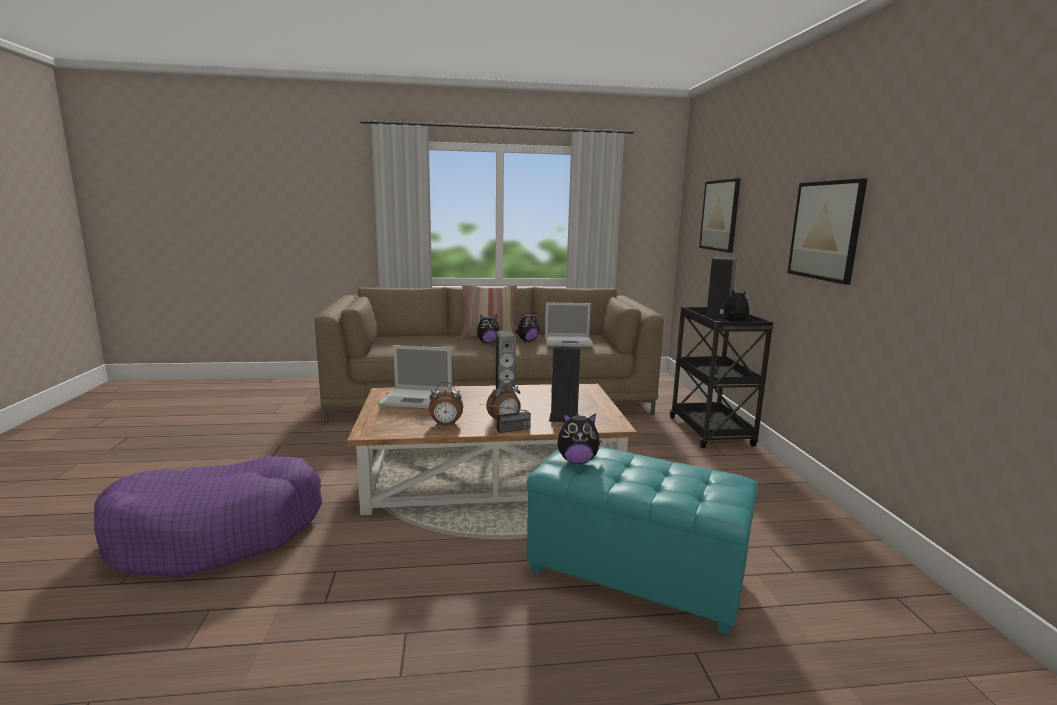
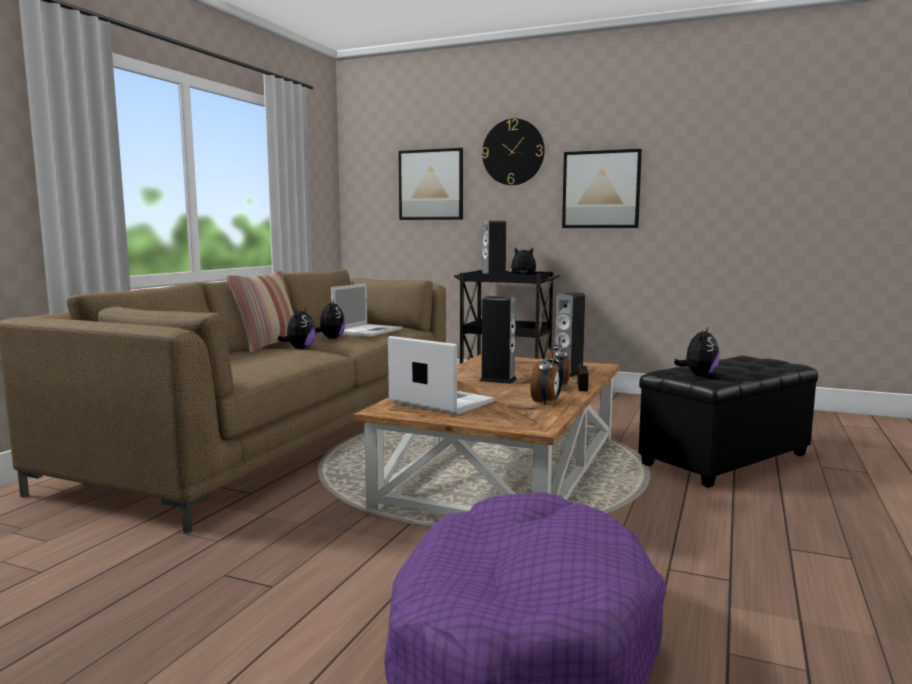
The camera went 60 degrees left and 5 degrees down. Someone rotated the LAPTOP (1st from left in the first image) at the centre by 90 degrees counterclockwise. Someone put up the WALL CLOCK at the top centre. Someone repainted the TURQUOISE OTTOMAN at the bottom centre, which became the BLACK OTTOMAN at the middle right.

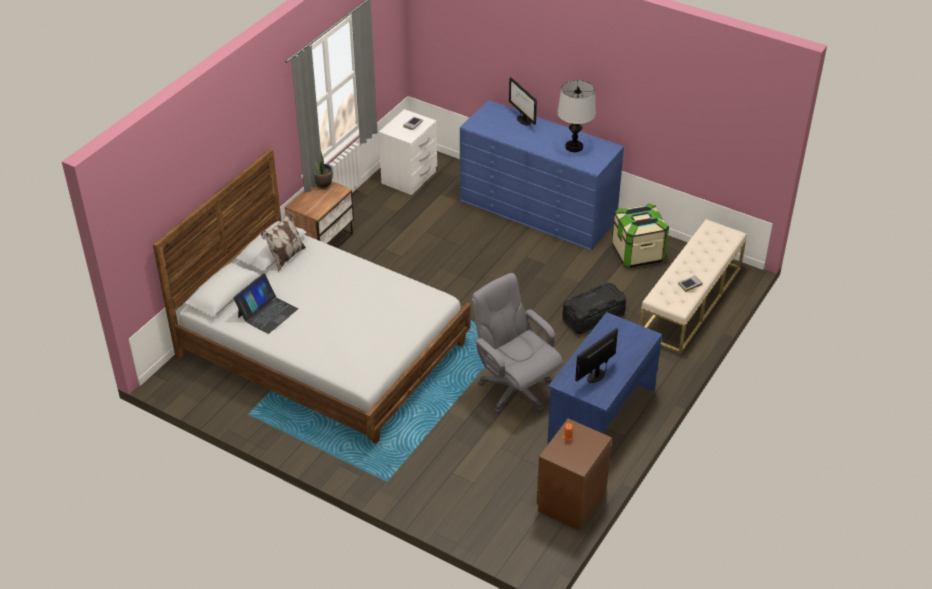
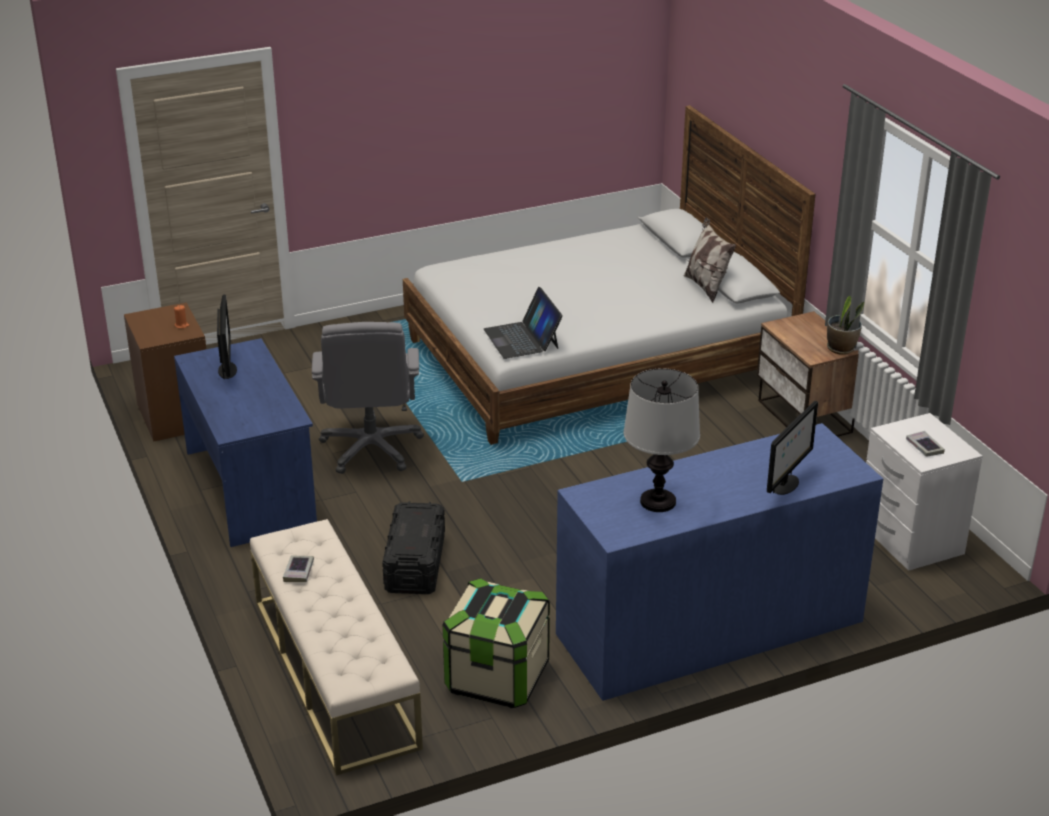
The camera went 125 degrees right and 10 degrees down. Someone rotated the GREY OFFICE CHAIR at the centre by 90 degrees clockwise. Someone carried the LAPTOP from the middle left to the centre. Someone rotated the MONITOR (1st from left in the first image) at the top centre by 120 degrees clockwise.

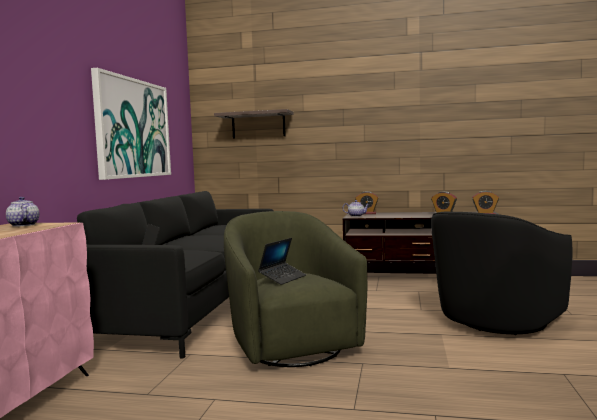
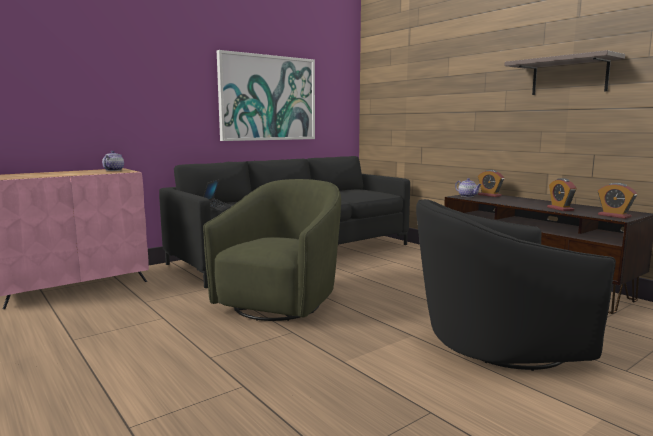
The camera went 40 degrees right and 5 degrees up. Someone carried the SHELF from the top centre to the top right. Someone took away the LAPTOP (2nd from left) at the centre.

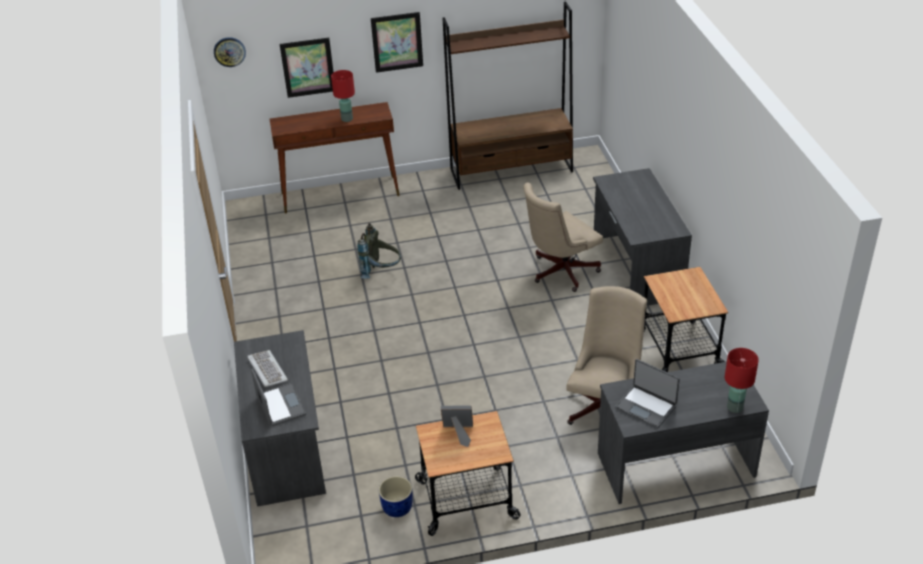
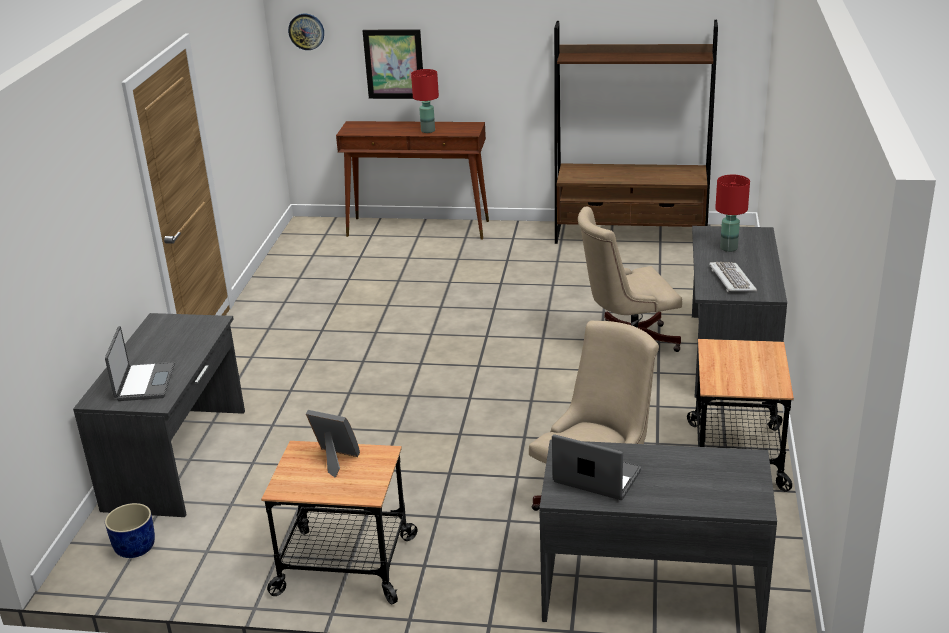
The camera went 20 degrees right and 10 degrees down. Someone carried the BLUE PLANTER from the bottom centre to the bottom left. Someone rotated the LAPTOP (2nd from left) at the bottom right by 150 degrees clockwise. Someone carried the KEYBOARD from the middle left to the middle right. Someone carried the RED TABLE LAMP (2nd from left) from the bottom right to the middle right. Someone took away the GREY BACKPACK at the centre. Someone took away the PICTURE (2nd from left) at the top centre.

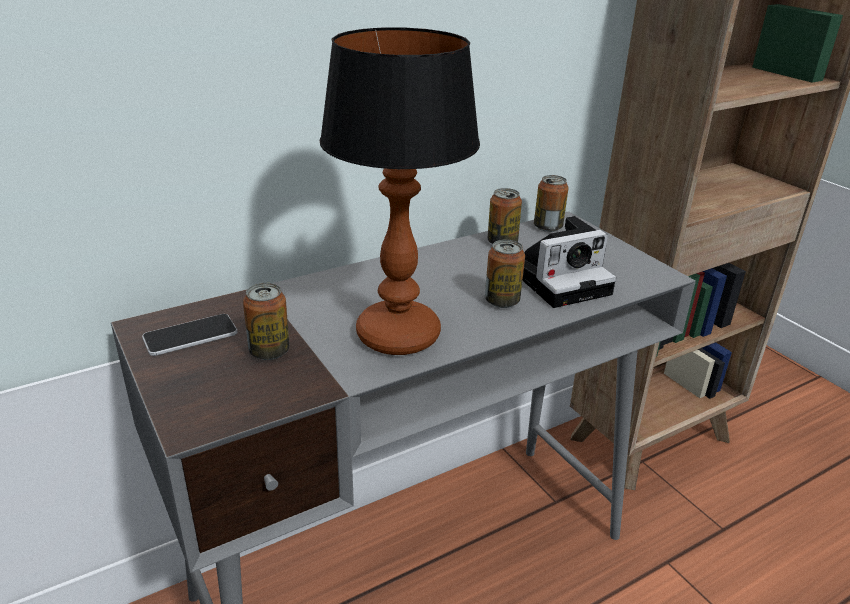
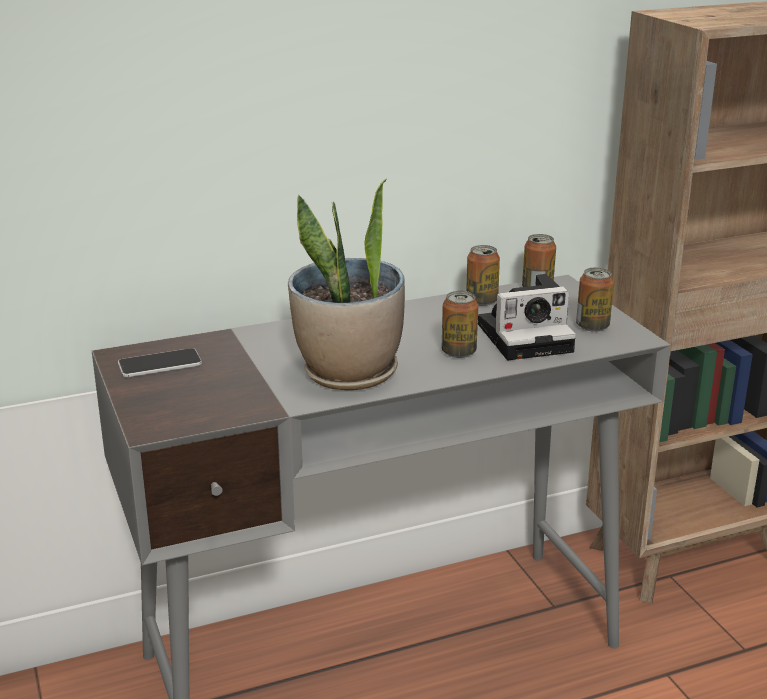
The camera went 10 degrees right and 5 degrees down. Someone swapped the TABLE LAMP at the top centre for the POTTED PLANT at the centre. Someone carried the CAN (1st from left in the first image) from the middle left to the middle right.

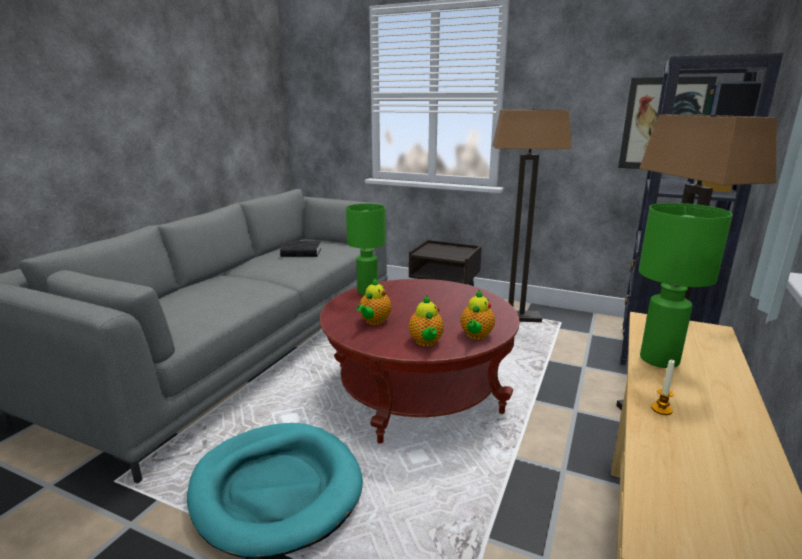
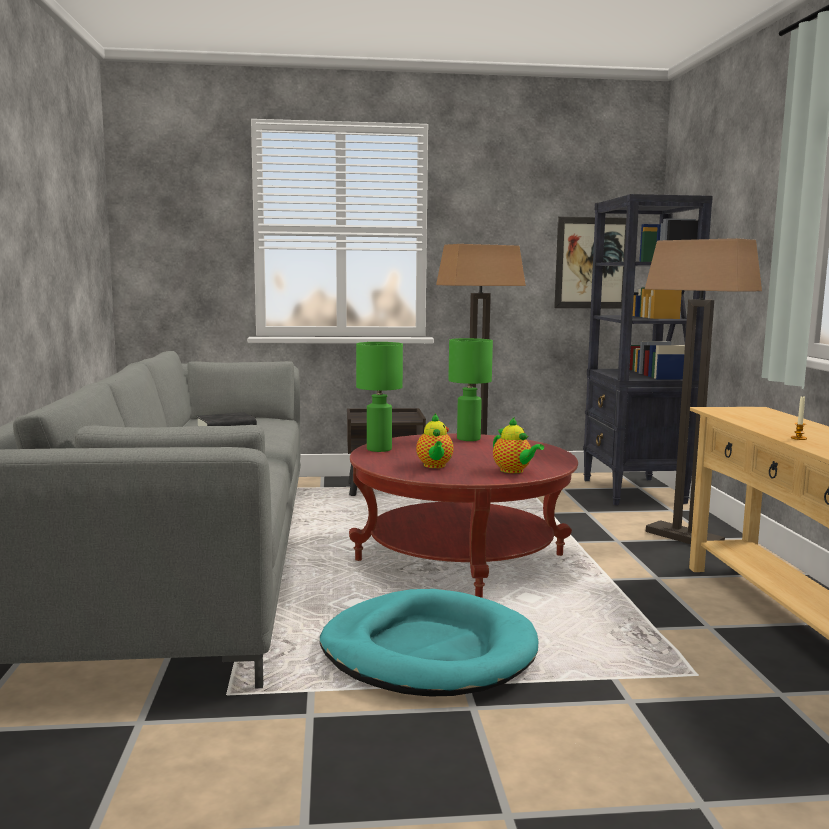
The camera went 30 degrees left and 10 degrees down. Someone carried the GREEN TABLE LAMP (2nd from left) from the middle right to the centre. Someone took away the TEAPOT (3rd from left) at the centre.

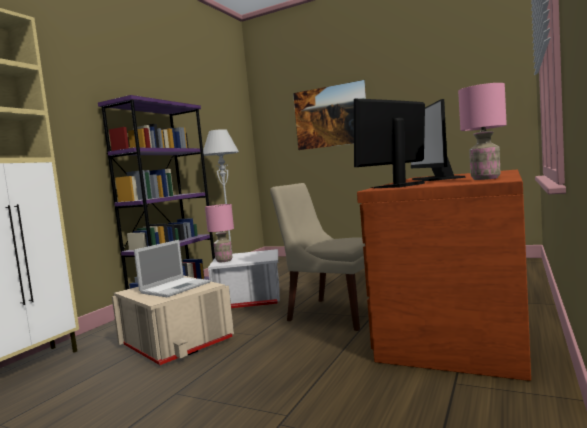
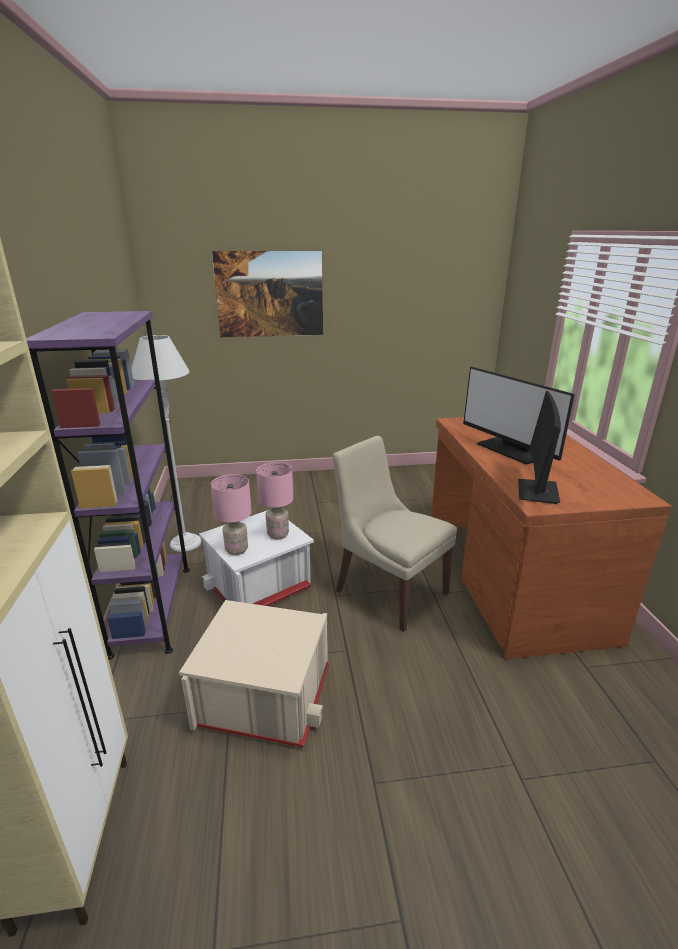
The camera went 35 degrees left and 20 degrees up. Someone carried the PINK TABLE LAMP (2nd from left) from the top right to the centre. Someone rotated the BEIGE CHAIR at the centre by 45 degrees clockwise. Someone took away the LAPTOP at the middle left.

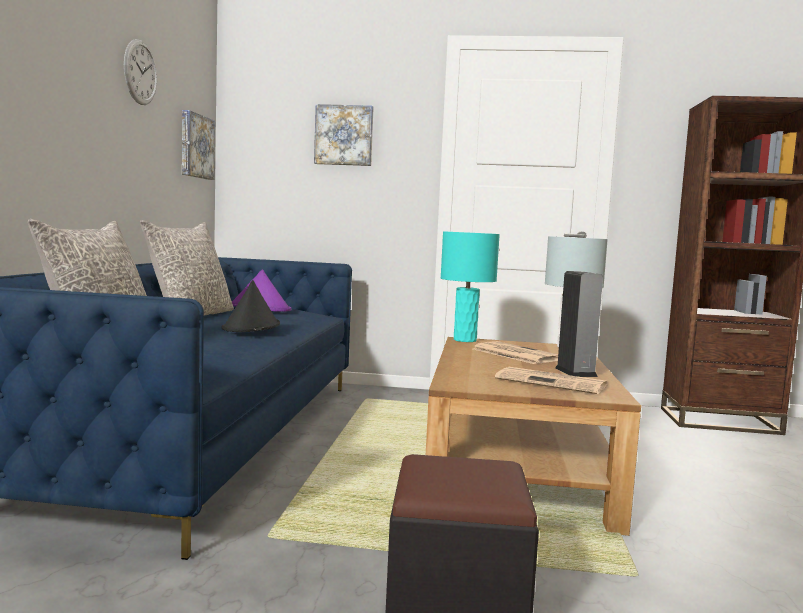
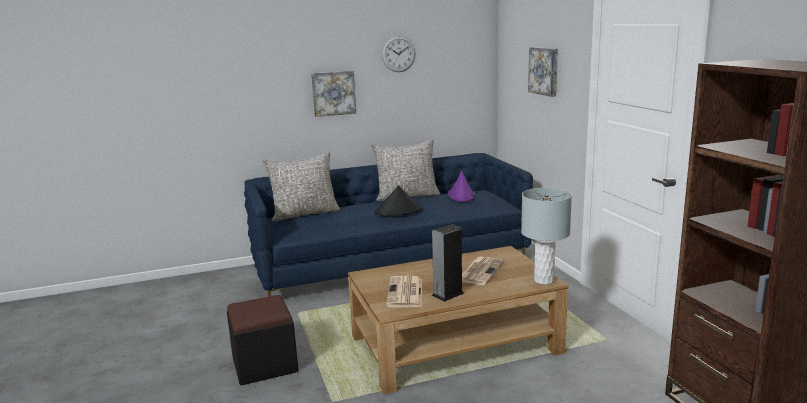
The camera went 65 degrees right and 10 degrees up. Someone carried the PICTURE (1st from left) from the top left to the top centre. Someone took away the TURQUOISE TABLE LAMP at the centre.

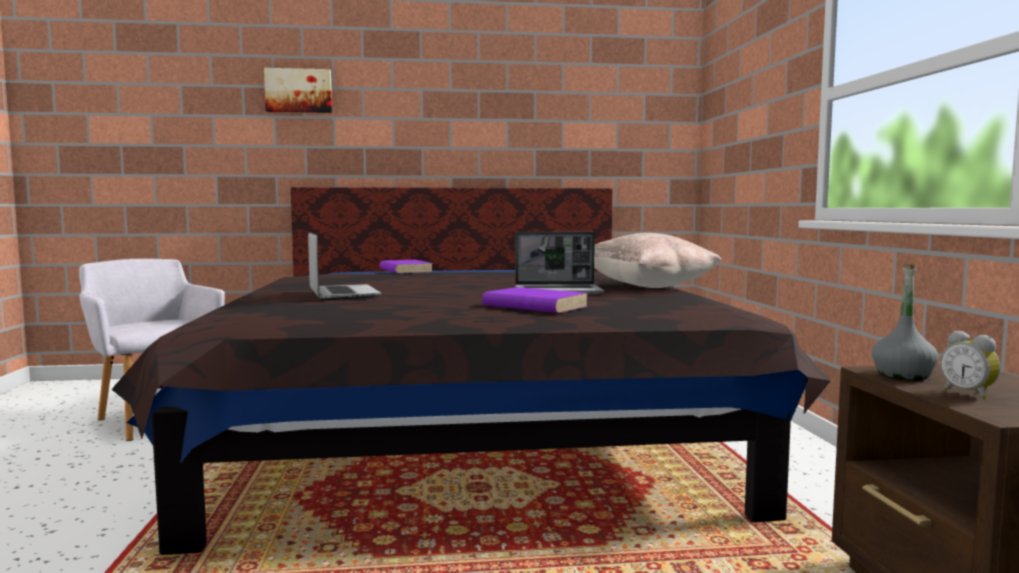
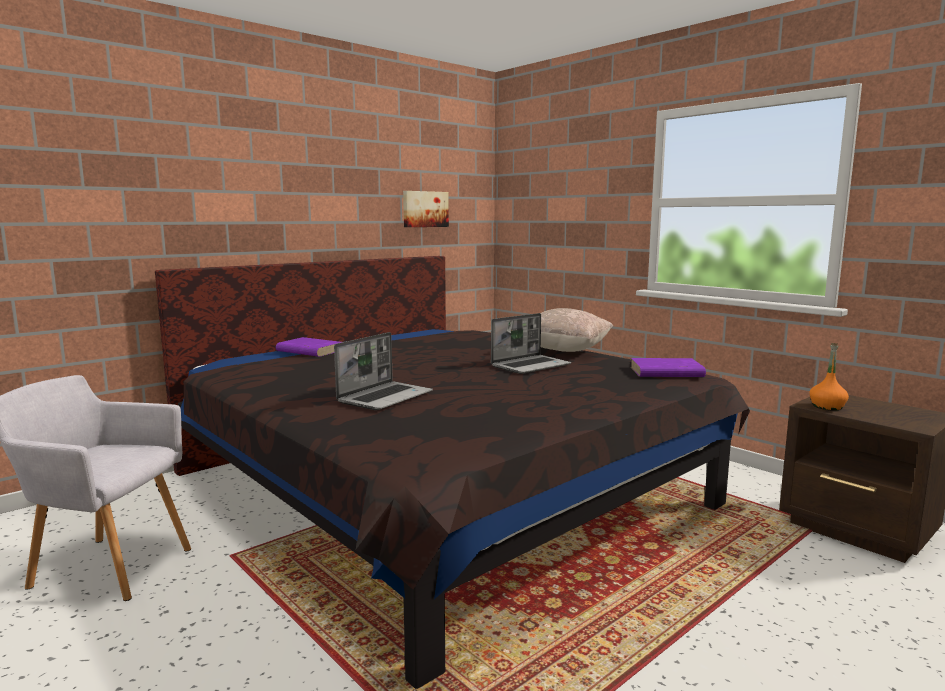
The camera went 35 degrees left and 5 degrees up. Someone rotated the LAPTOP (1st from left) at the centre by 90 degrees clockwise. Someone carried the PICTURE from the top left to the top centre. Someone carried the PURPLE BOOK (2nd from left) from the centre to the middle right. Someone repainted the GREY BOTTLE at the middle right, which became the ORANGE BOTTLE at the middle right. Someone took away the ALARM CLOCK at the middle right.

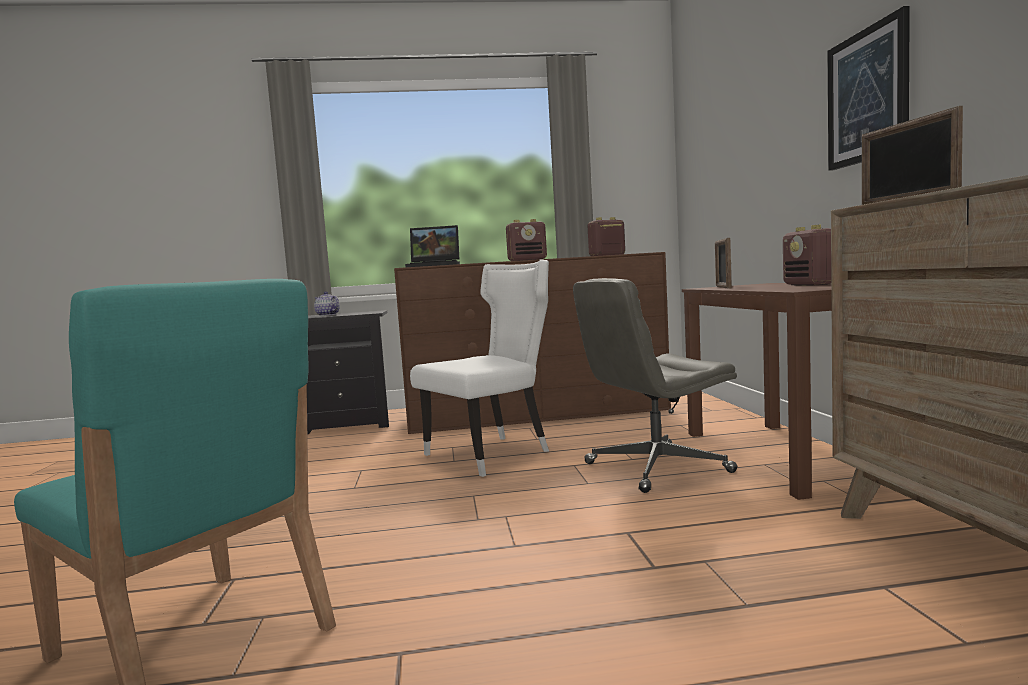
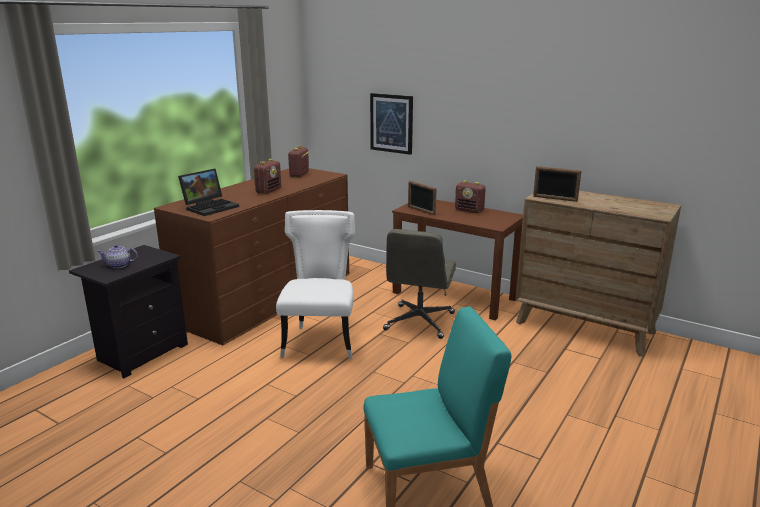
The camera went 50 degrees left and 15 degrees up. Someone carried the PICTURE from the top right to the top centre.

